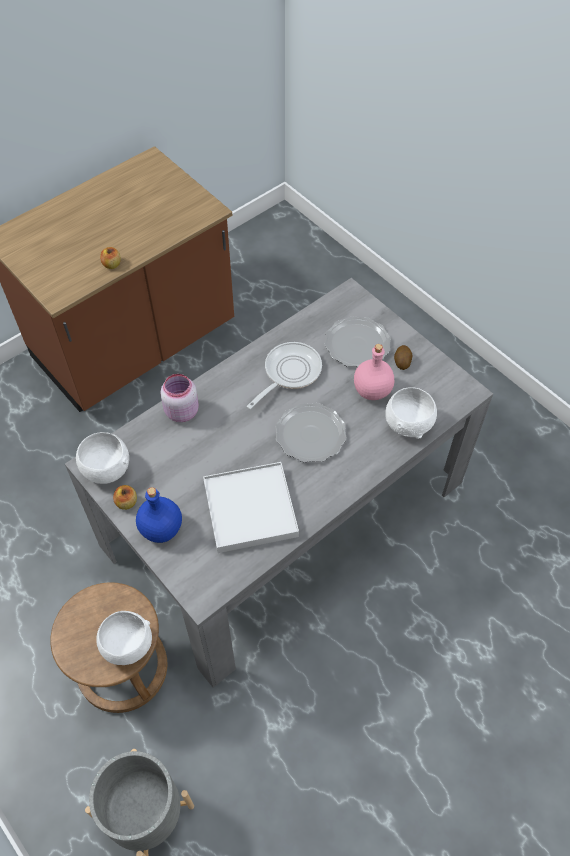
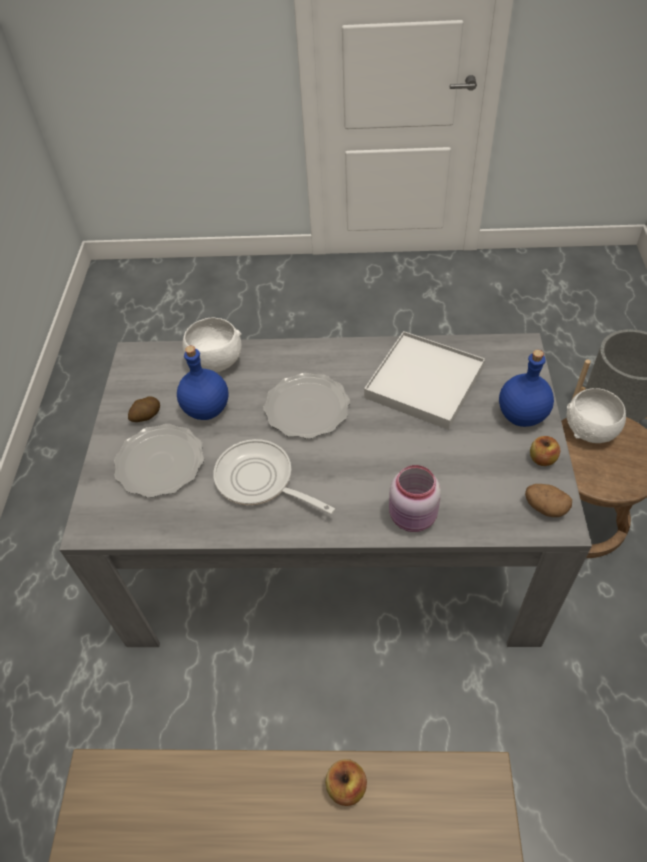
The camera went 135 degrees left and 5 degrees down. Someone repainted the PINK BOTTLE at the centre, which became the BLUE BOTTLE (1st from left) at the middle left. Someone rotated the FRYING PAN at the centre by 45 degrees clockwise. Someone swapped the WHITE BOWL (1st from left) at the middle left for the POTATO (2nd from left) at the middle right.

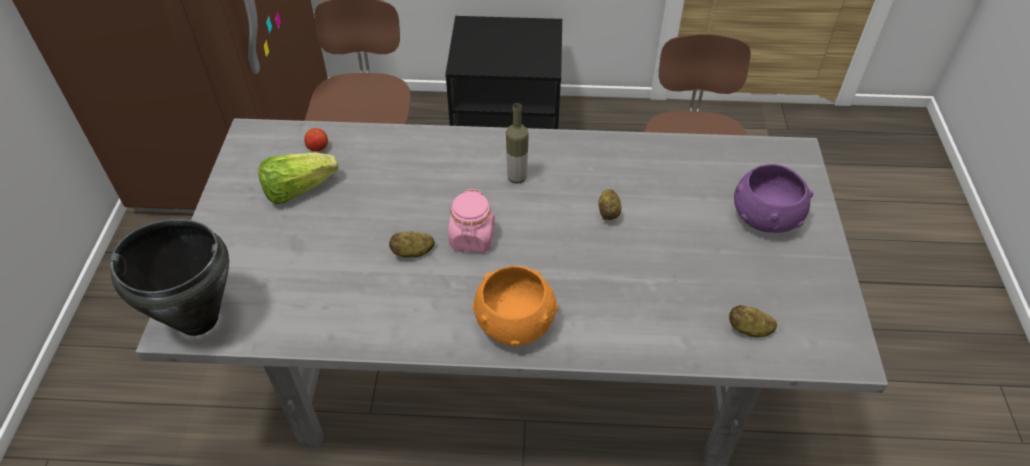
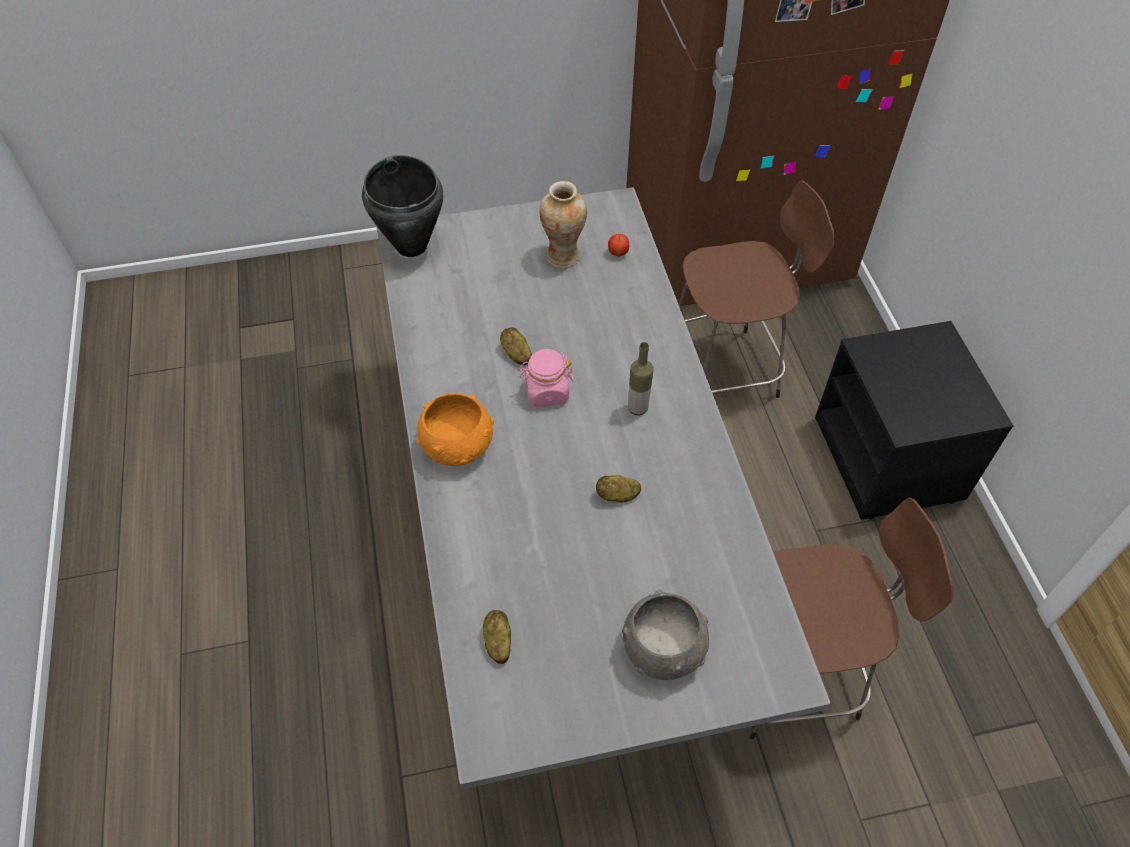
The camera went 75 degrees right and 5 degrees up. Someone swapped the LETTUCE at the middle left for the VASE at the top centre. Someone repainted the PURPLE BOWL at the middle right, which became the GREY BOWL at the bottom centre.

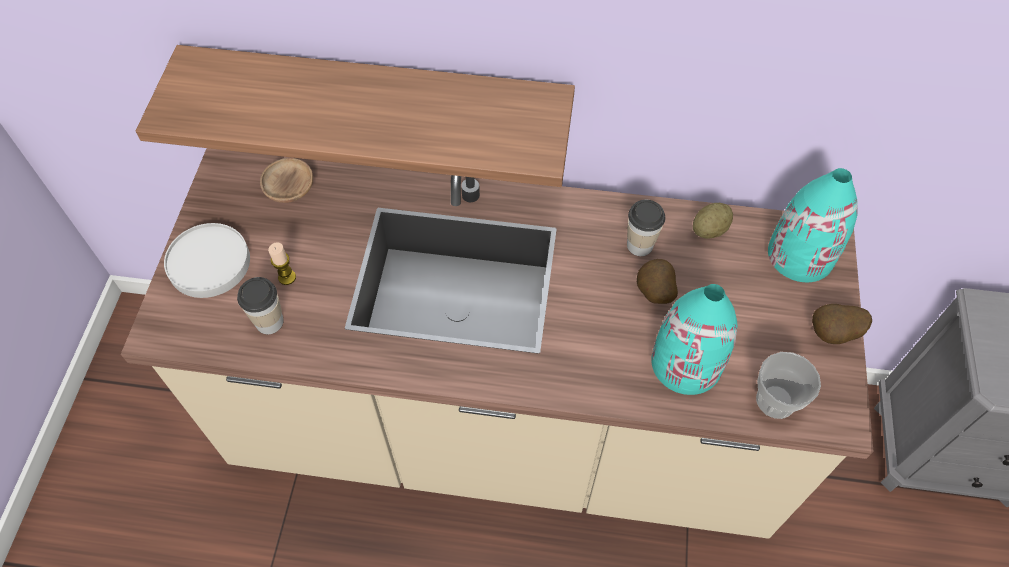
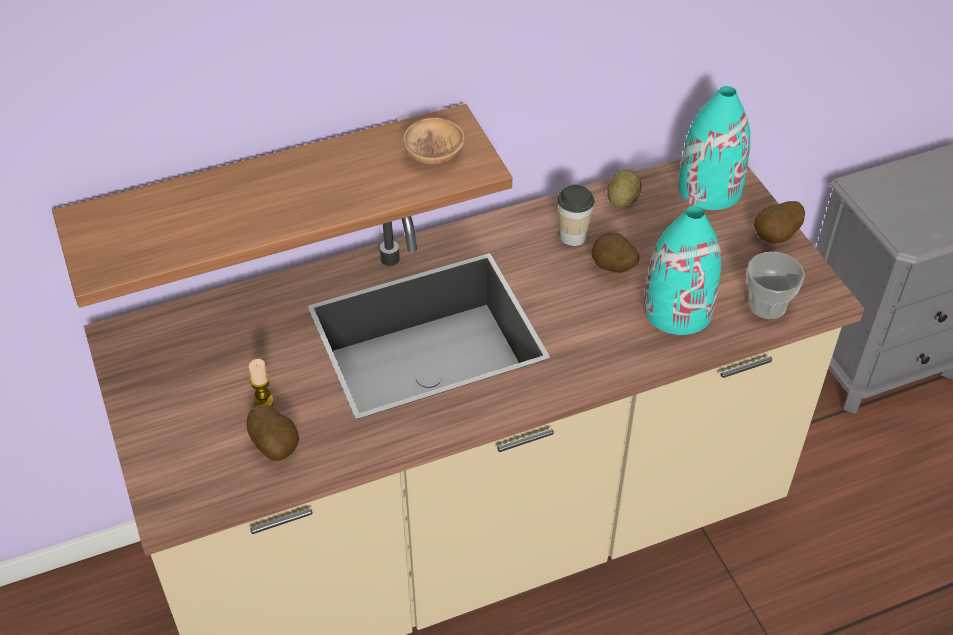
The camera went 30 degrees left and 10 degrees down. Someone swapped the CUP (1st from left) at the middle left for the POTATO (1st from left) at the bottom left. Someone carried the BROWN BOWL from the top left to the top centre. Someone took away the WHITE PLATE at the middle left.

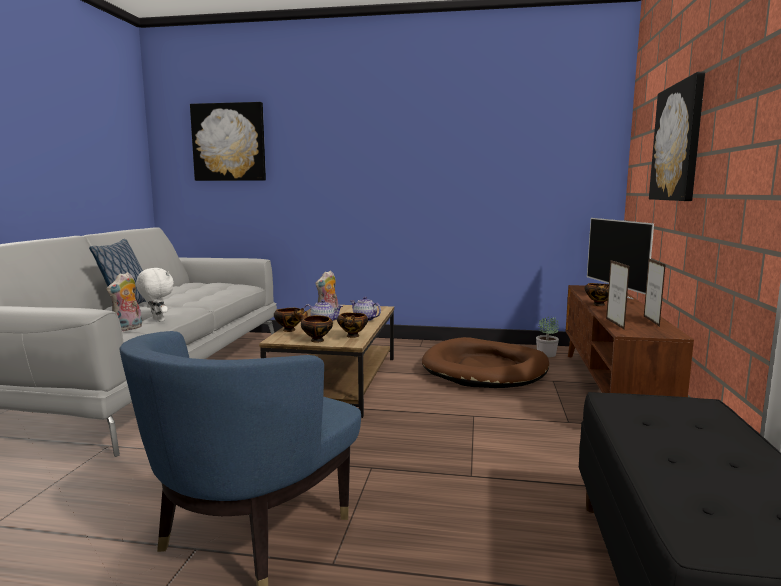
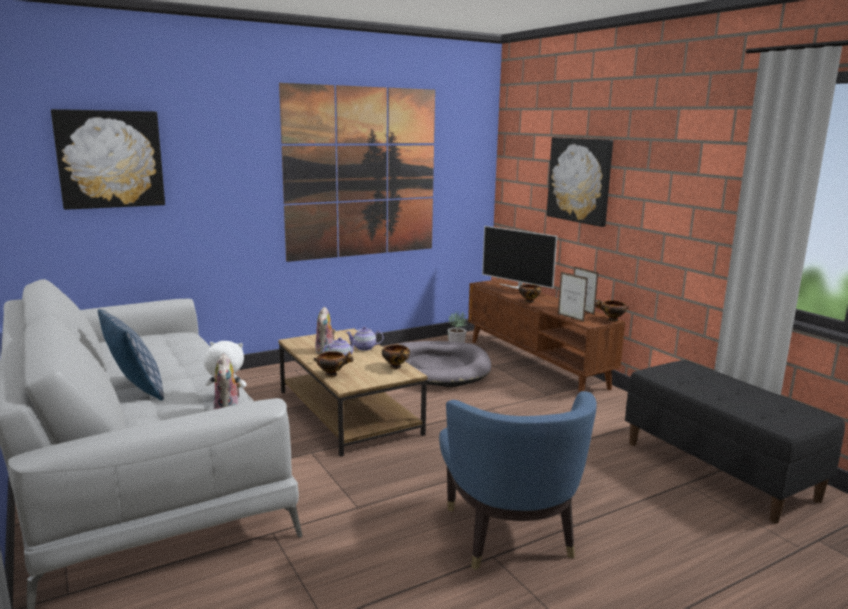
The camera went 40 degrees left and 5 degrees up. Someone put up the PICTURE (2nd from left) at the top centre. Someone repainted the BROWN DOG BED at the centre, which became the GREY DOG BED at the centre. Someone carried the BOWL (2nd from left in the first image) from the centre to the middle right.

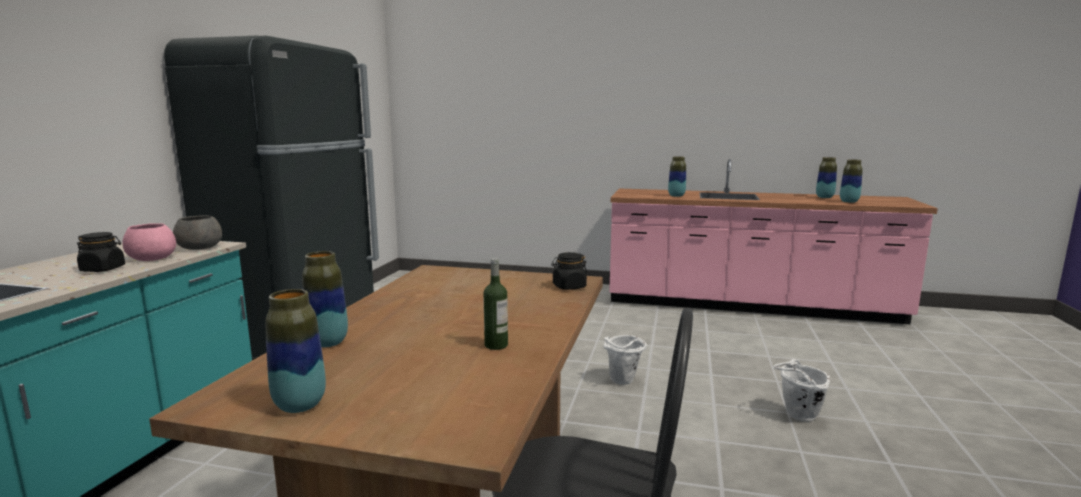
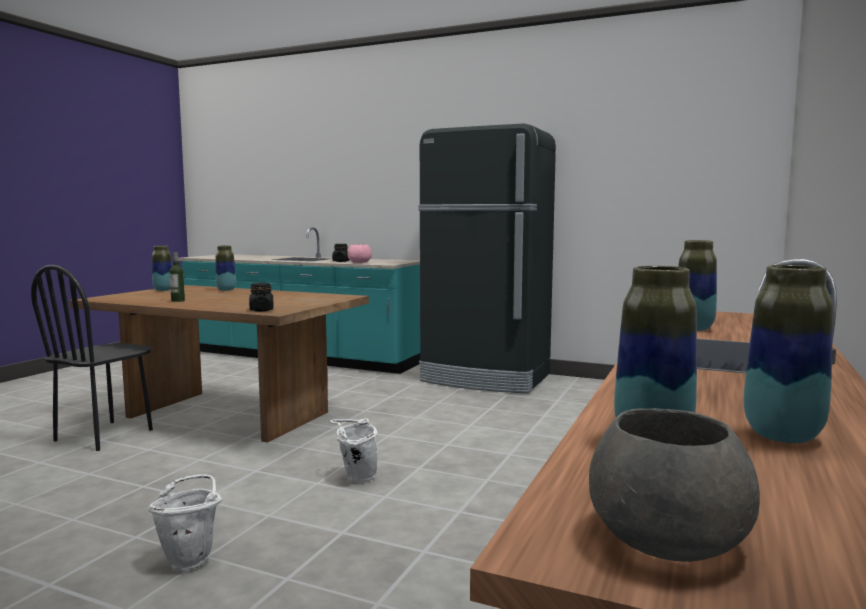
The camera went 100 degrees right and 5 degrees down. Someone carried the GREY BOWL from the middle left to the bottom right.

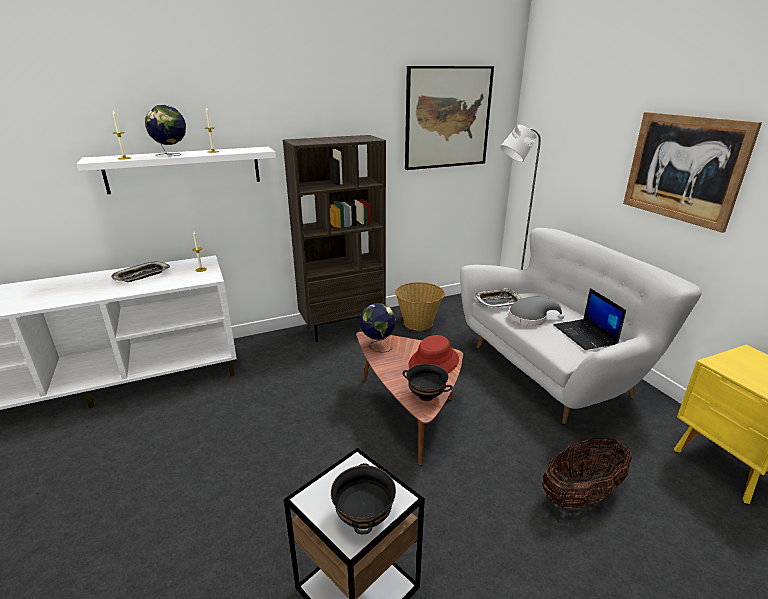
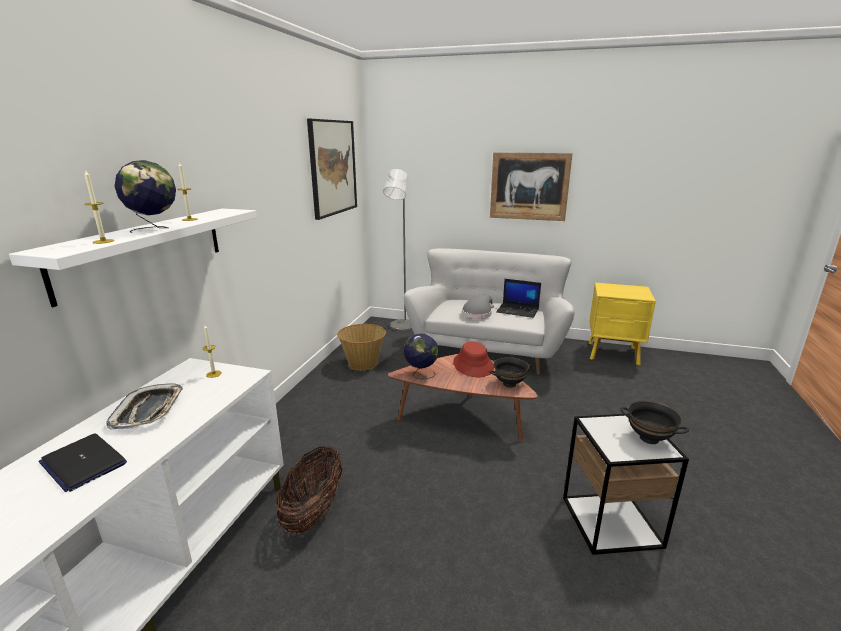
The camera went 50 degrees left and 5 degrees down. Someone put down the LAPTOP (1st from left) at the bottom left. Someone carried the BASKET (2nd from left in the first image) from the bottom right to the bottom centre. Someone took away the BROWN BOOKCASE at the centre. Someone took away the TRAY (2nd from left) at the centre.

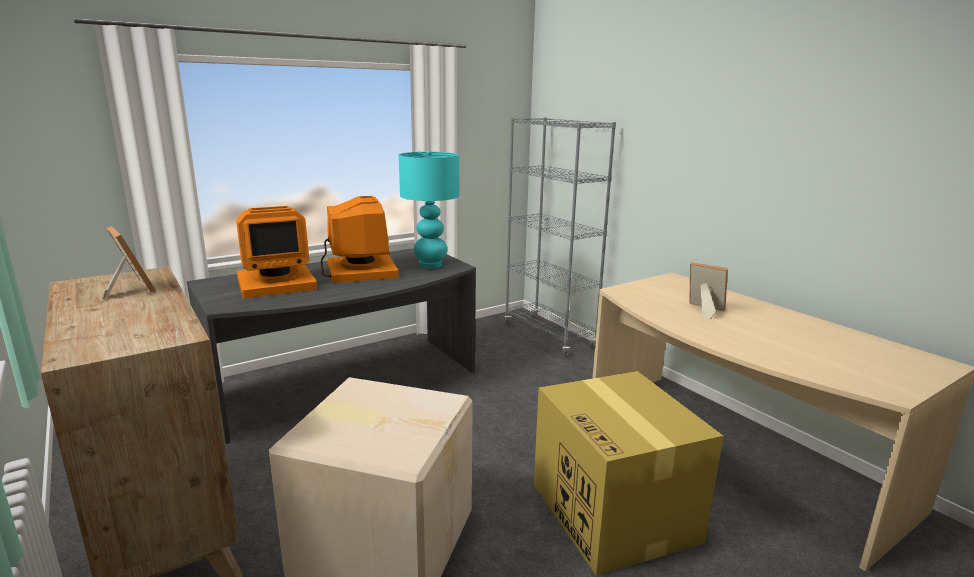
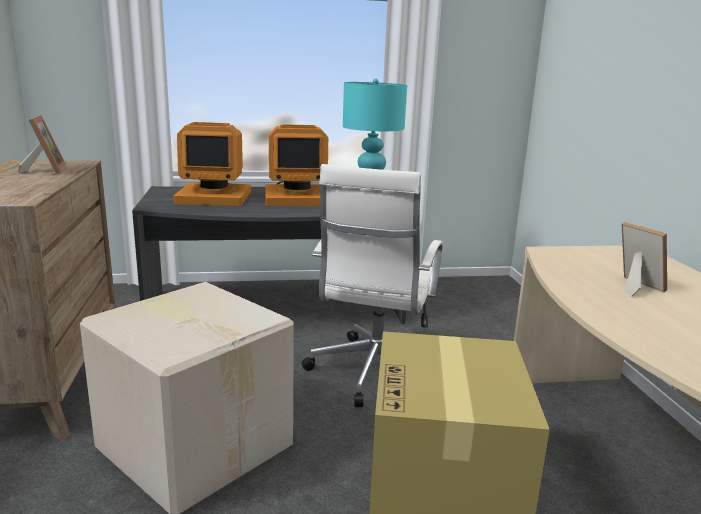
The camera went 25 degrees right and 0 degrees up. Someone rotated the MONITOR (2nd from left) at the centre by 75 degrees clockwise. Someone put down the WHITE OFFICE CHAIR at the centre. Someone took away the GREY BOOKCASE at the centre.

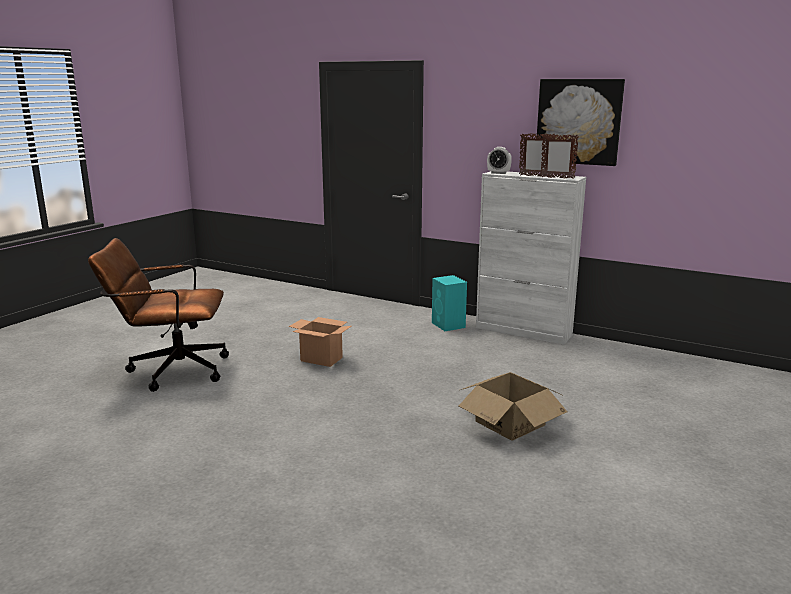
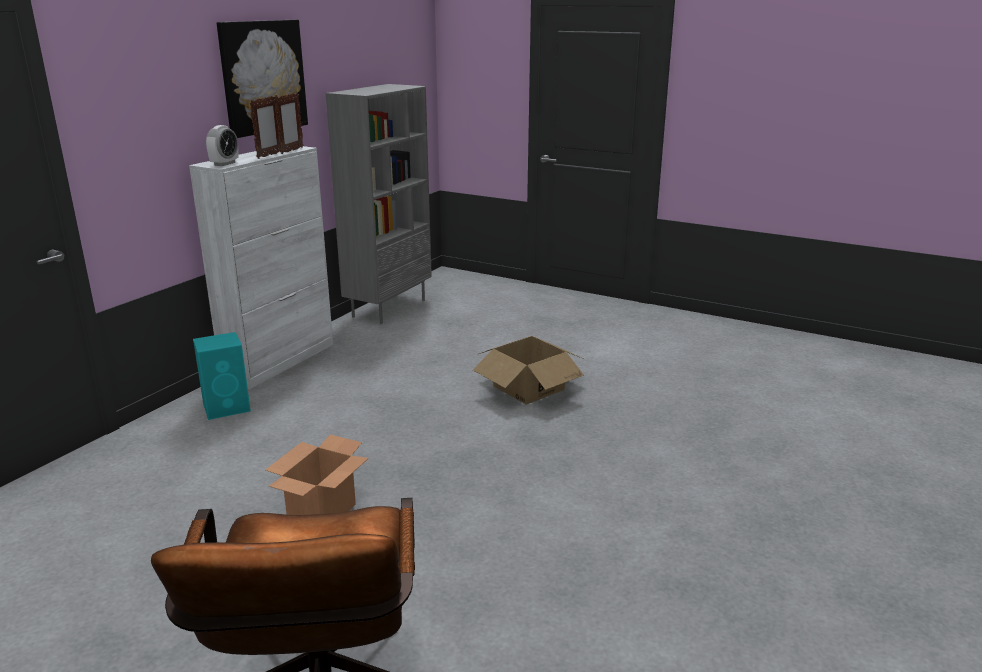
The camera went 90 degrees left and 5 degrees up. Someone put down the GREY BOOKCASE at the top centre.

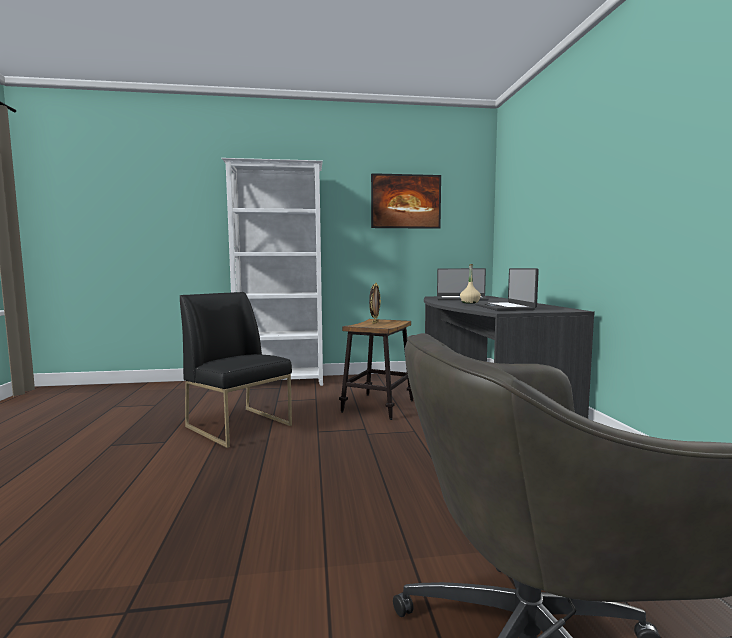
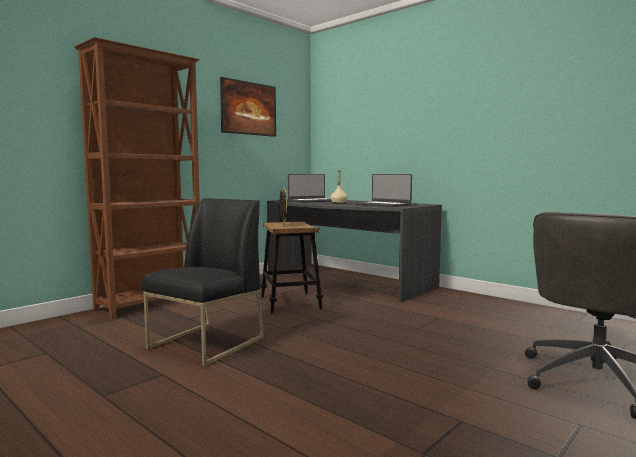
The camera went 40 degrees left and 0 degrees up. Someone repainted the WHITE BOOKCASE at the centre, which became the BROWN BOOKCASE at the middle left. Someone rotated the BLACK CHAIR at the middle left by 120 degrees clockwise.

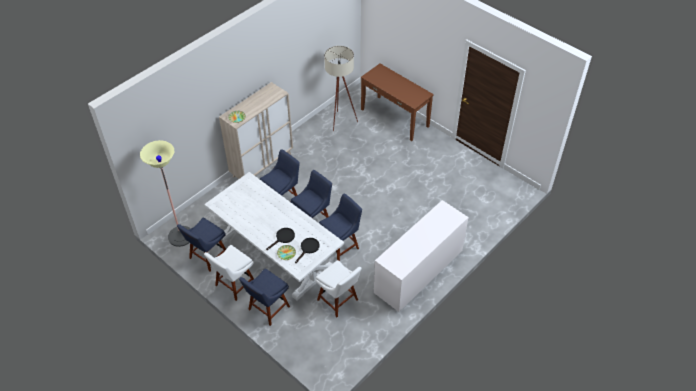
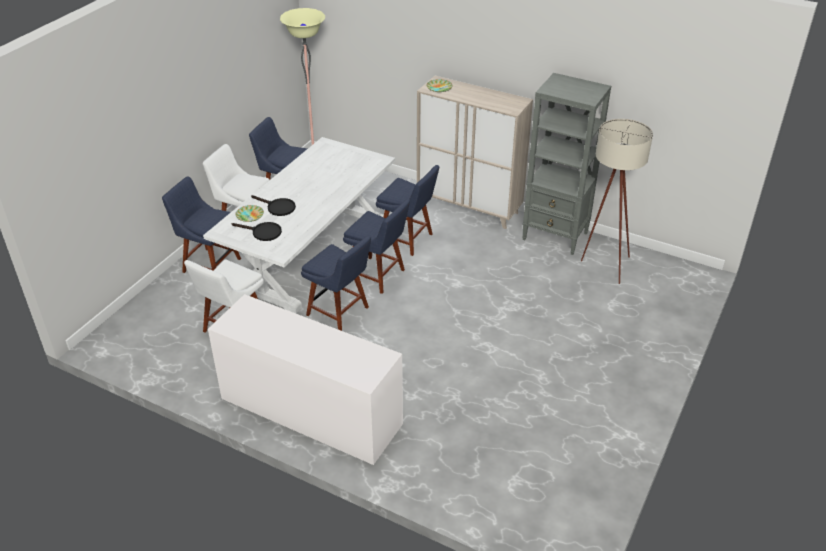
The camera went 75 degrees right and 10 degrees down. Someone put down the GREY BOOKCASE at the top right. Someone took away the BROWN CONSOLE TABLE at the top centre.

